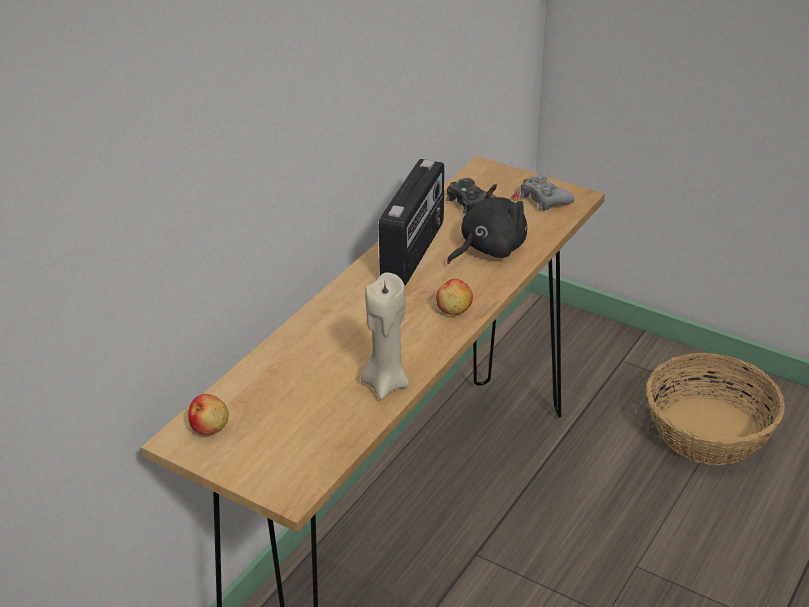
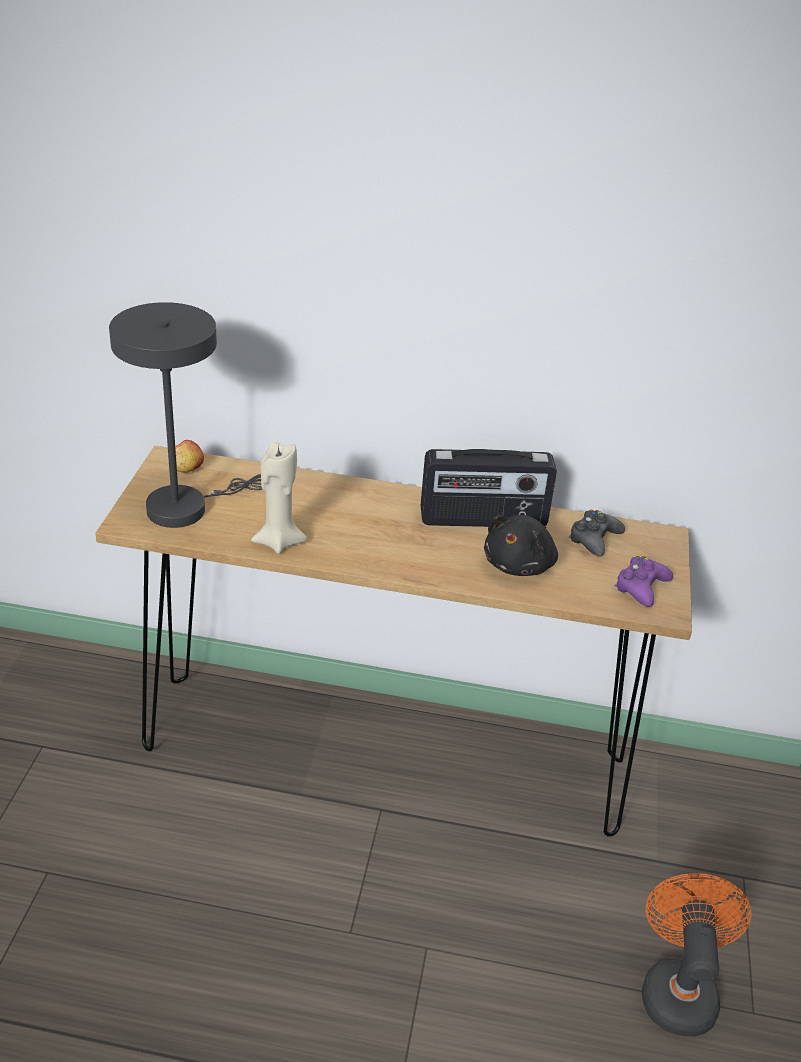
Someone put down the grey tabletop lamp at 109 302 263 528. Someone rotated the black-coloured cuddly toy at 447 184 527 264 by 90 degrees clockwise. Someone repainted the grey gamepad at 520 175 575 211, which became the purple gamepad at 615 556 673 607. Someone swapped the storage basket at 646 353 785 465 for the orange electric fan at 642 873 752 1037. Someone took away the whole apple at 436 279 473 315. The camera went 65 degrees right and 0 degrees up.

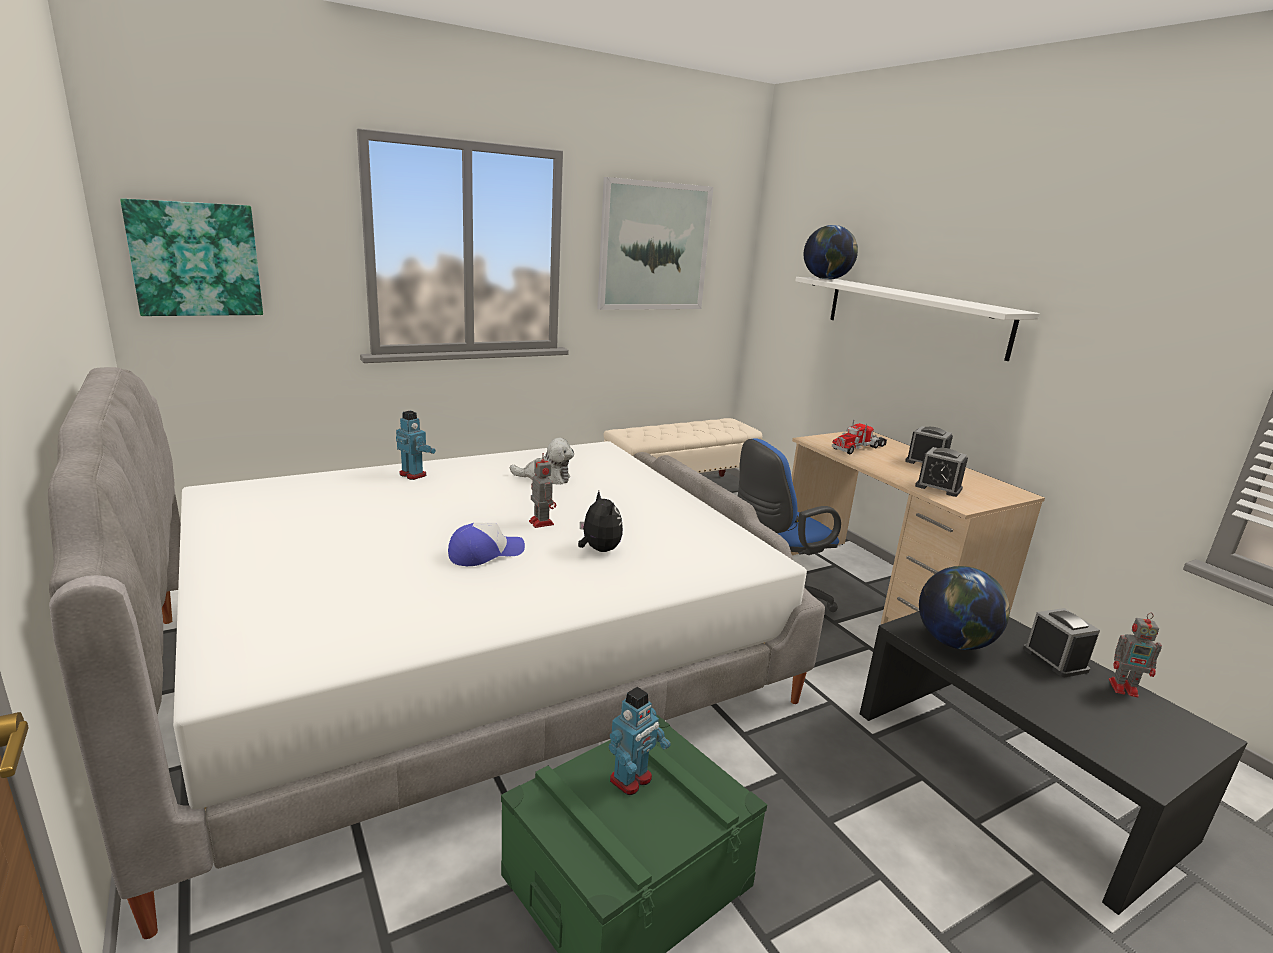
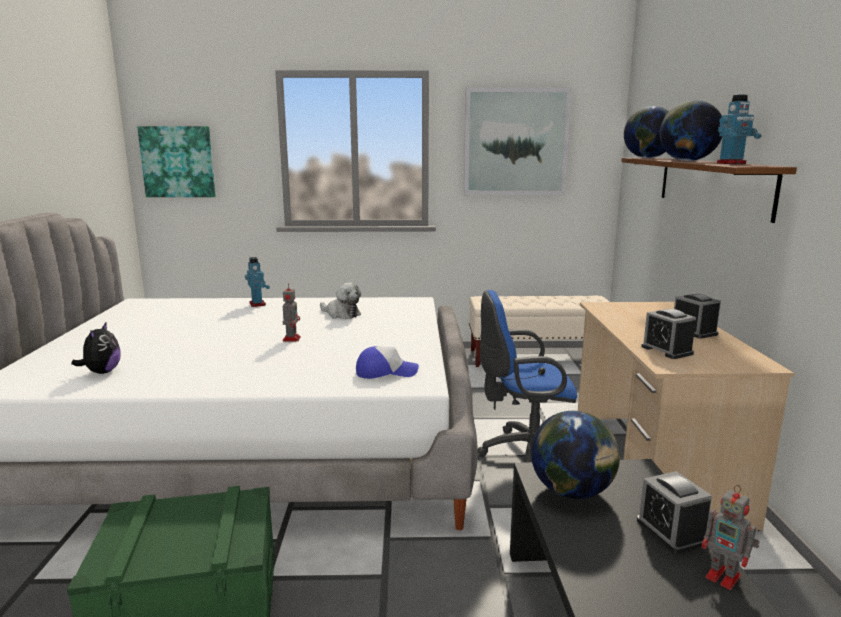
Someone carried the cuddly toy from 578 491 623 552 to 71 321 121 374. Someone carried the peaked cap from 448 523 525 566 to 356 346 419 379. Someone repainted the whitish shelf at 795 277 1040 361, which became the brown-coloured shelf at 621 158 797 223. Someone rotated the table clock at 1023 608 1100 677 by 150 degrees clockwise. Someone put down the desk globe at 660 100 723 161. Someone carried the model robot from 609 687 671 795 to 717 95 761 164. Someone took away the toy lorry at 832 420 887 454. The camera went 30 degrees right and 5 degrees down.

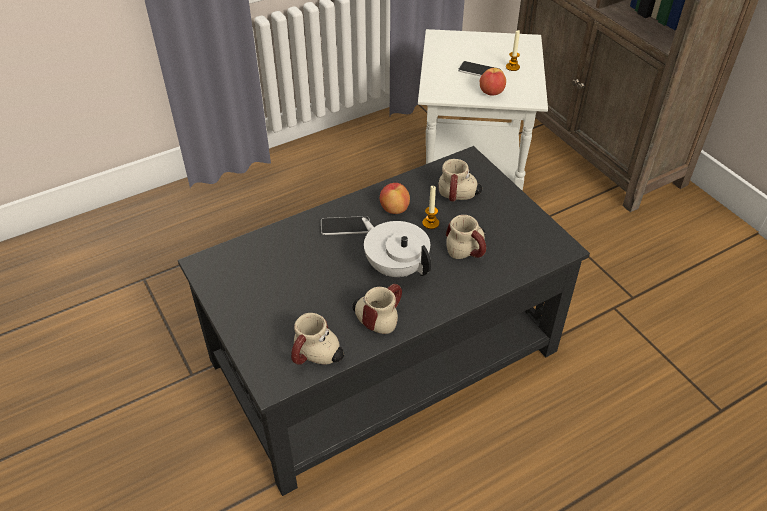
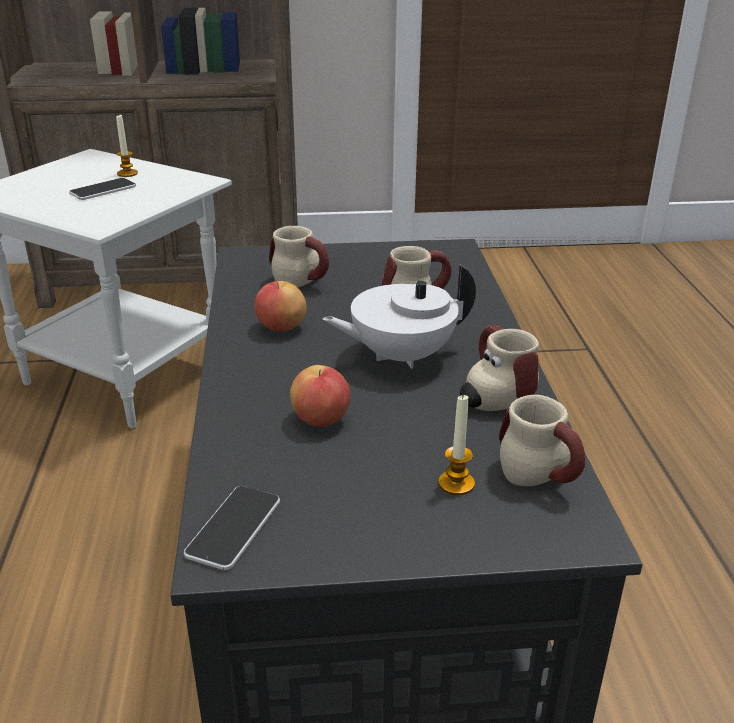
Someone carried the telephone from 321 216 370 235 to 184 486 280 570. Someone carried the whole apple from 480 68 506 96 to 290 365 350 427. Someone carried the wax candle from 422 186 439 229 to 438 394 475 495. The camera went 65 degrees left and 15 degrees down.

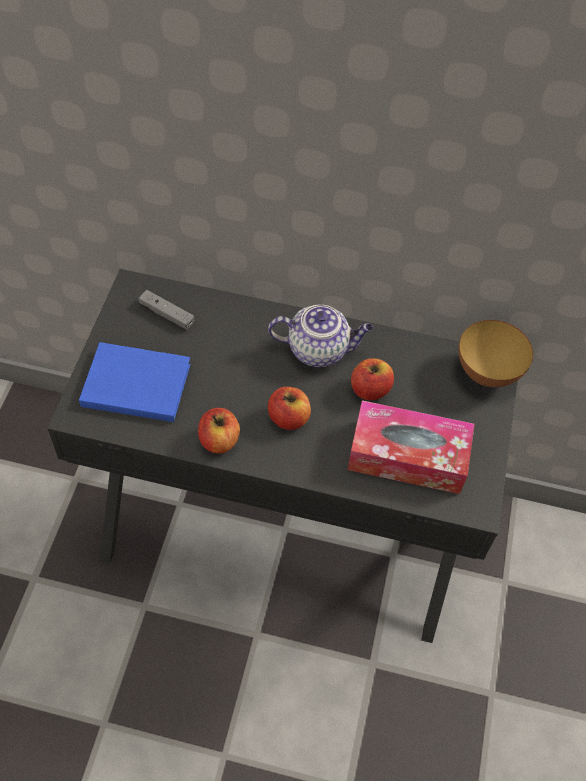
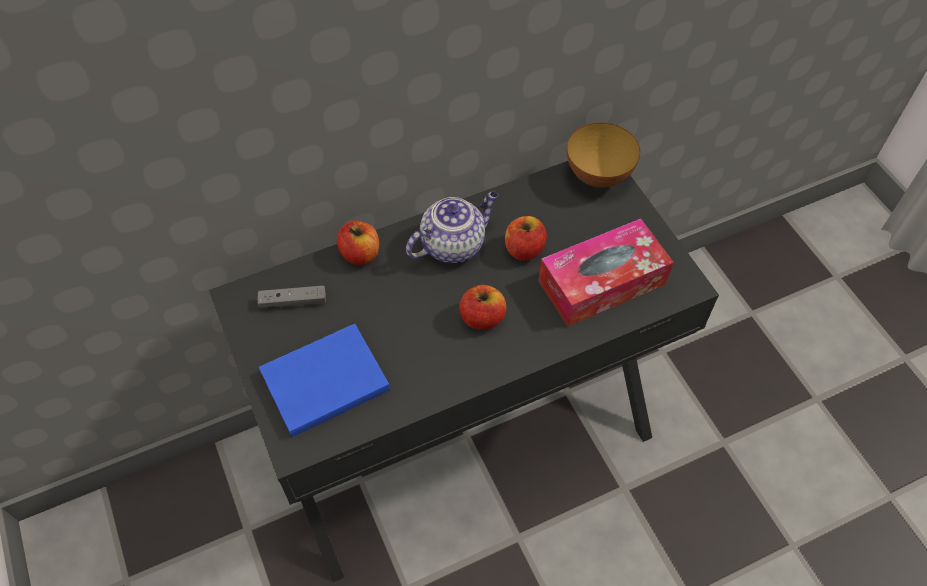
Someone carried the whole apple from 198 408 240 454 to 337 221 379 265. The camera went 35 degrees left and 0 degrees up.

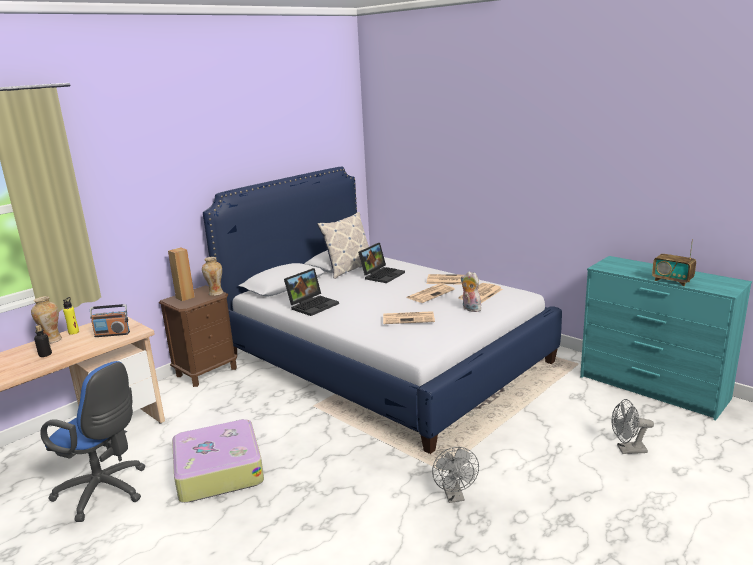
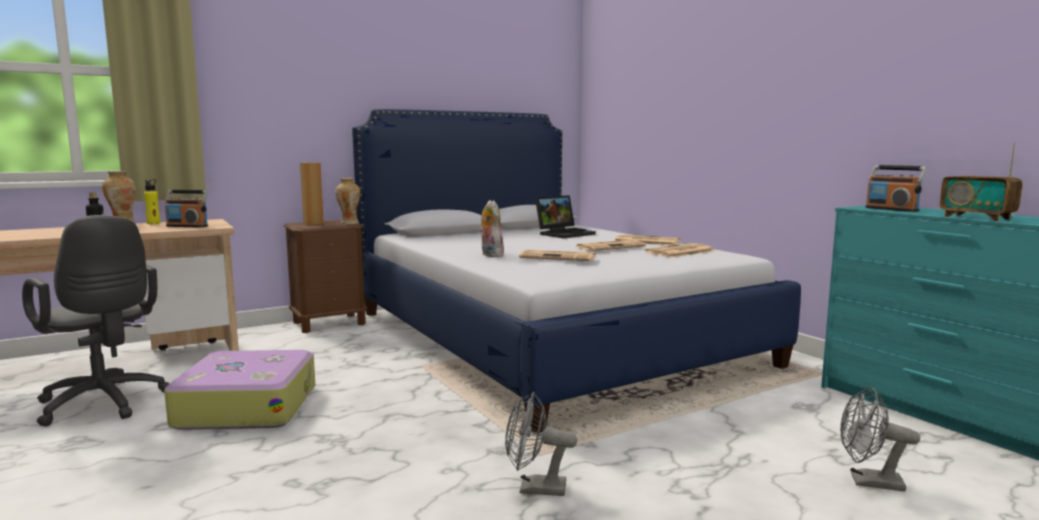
Someone repainted the blue computer chair at 40 361 145 522, which became the grey computer chair at 22 215 170 426. Someone carried the cuddly toy from 460 271 484 312 to 479 200 504 257. Someone rotated the grey electric fan at 432 447 479 503 by 90 degrees clockwise. Someone put down the radio at 865 165 927 212. Someone took away the laptop at 284 268 339 316. Someone took away the throw pillow at 317 212 369 279. The camera went 15 degrees right and 10 degrees down.

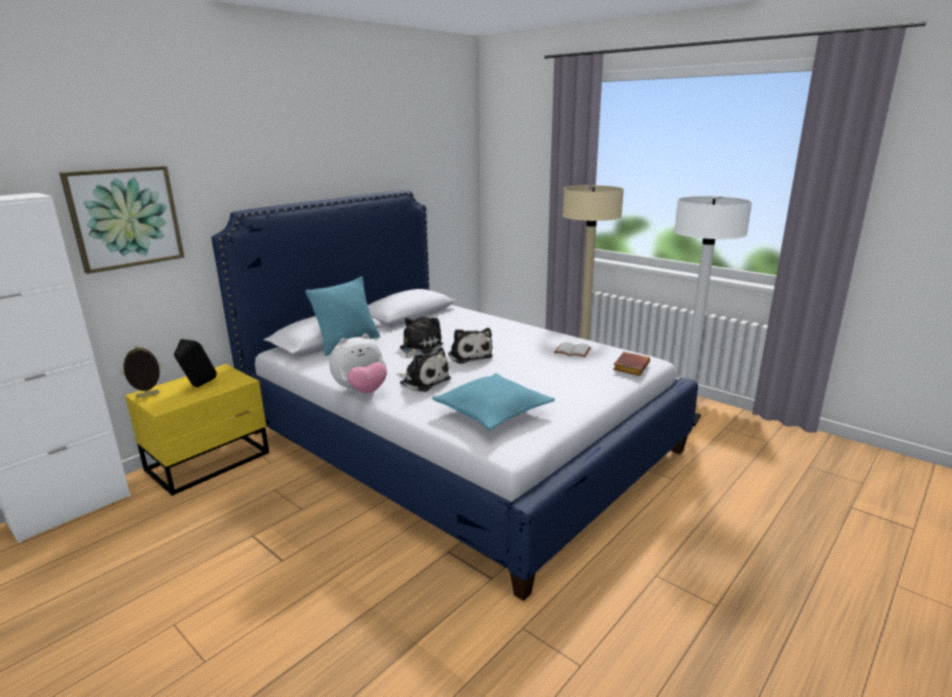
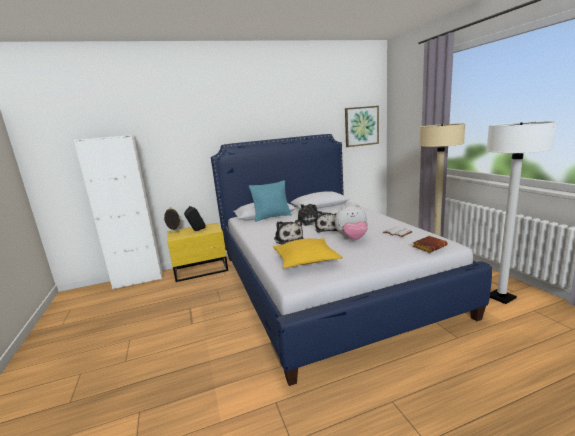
Someone repainted the turquoise throw pillow at 432 373 555 430, which became the yellow-coloured throw pillow at 273 238 343 268. Someone carried the cuddly toy from 329 334 387 394 to 335 204 368 240. Someone carried the wall picture from 59 166 184 274 to 345 106 379 147. The camera went 30 degrees right and 5 degrees down.

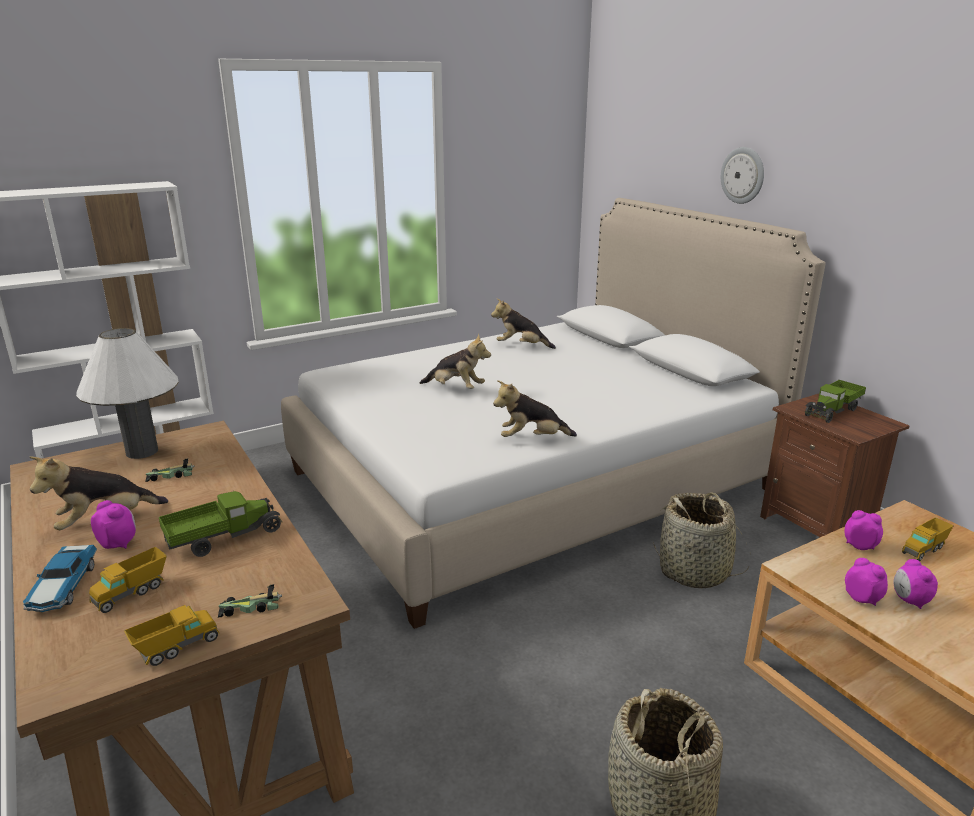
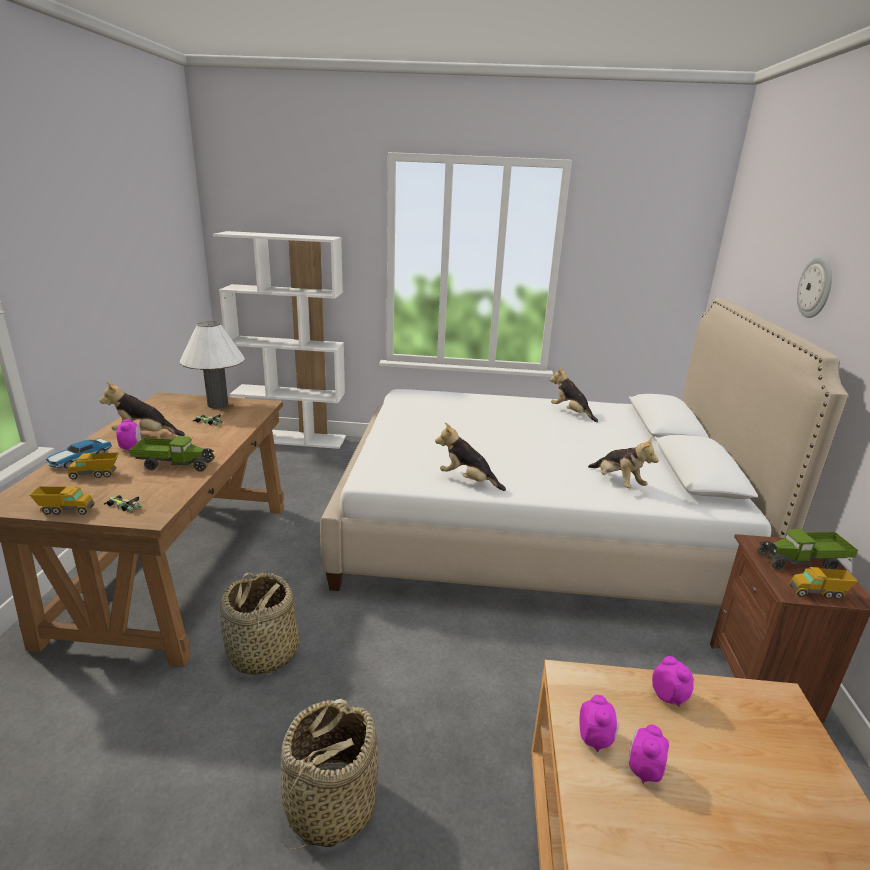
Someone carried the storage basket from 653 492 750 588 to 220 572 299 675. Someone carried the cuddly toy from 420 334 491 389 to 588 437 659 488. Someone carried the toy lorry from 902 517 954 561 to 789 567 858 599. The camera went 35 degrees right and 0 degrees up.

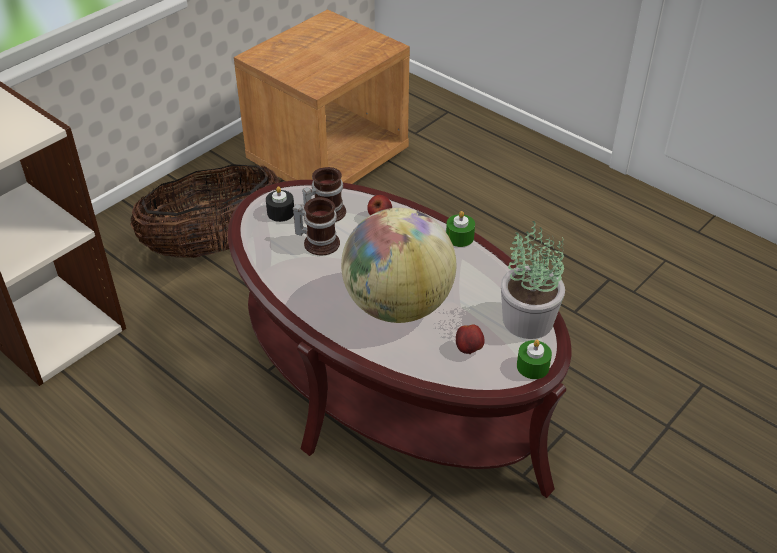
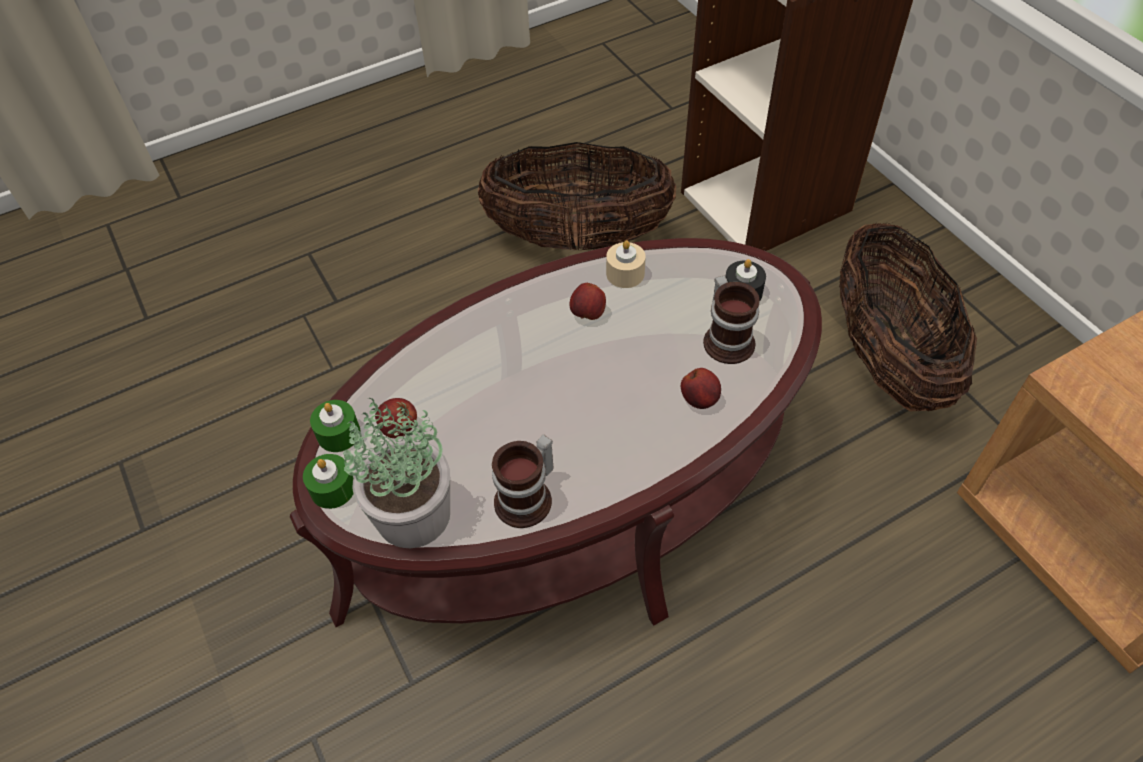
Someone carried the green wax candle from 446 211 475 247 to 310 400 360 452. Someone put down the storage basket at 478 142 676 251. Someone carried the coffee mug from 293 197 340 256 to 492 434 554 528. Someone put down the whole apple at 570 283 606 320. Someone put down the beige wax candle at 606 240 646 288. Someone took away the desk globe at 341 208 456 323. The camera went 110 degrees right and 10 degrees up.

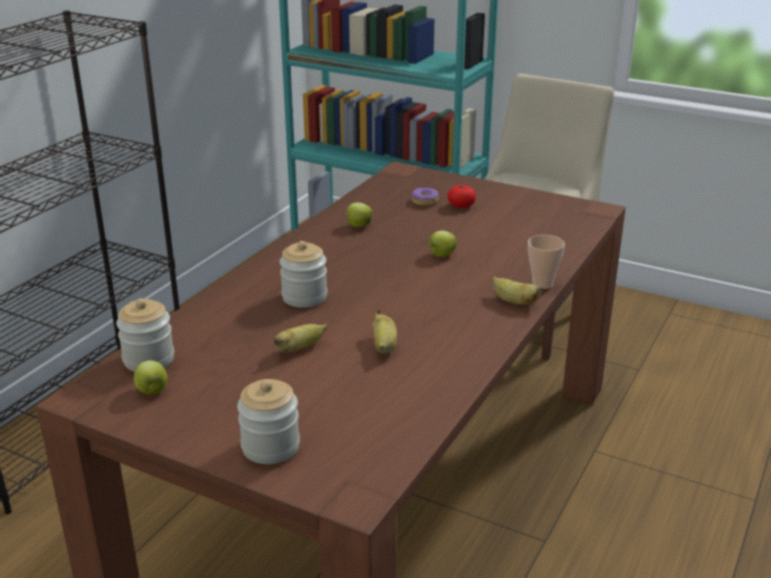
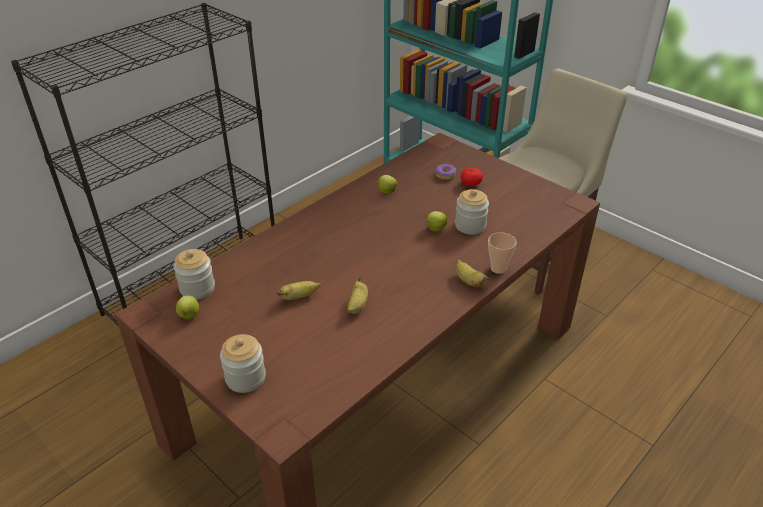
Someone carried the jar from 280 241 327 308 to 455 189 489 235. The camera went 15 degrees right and 10 degrees up.

